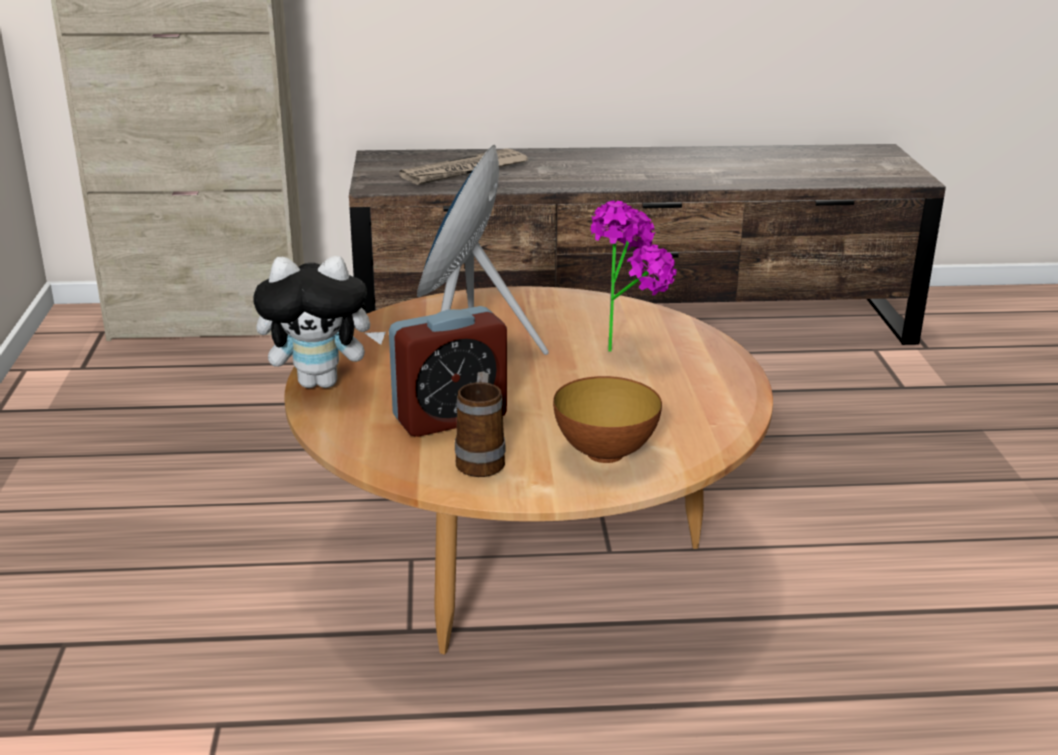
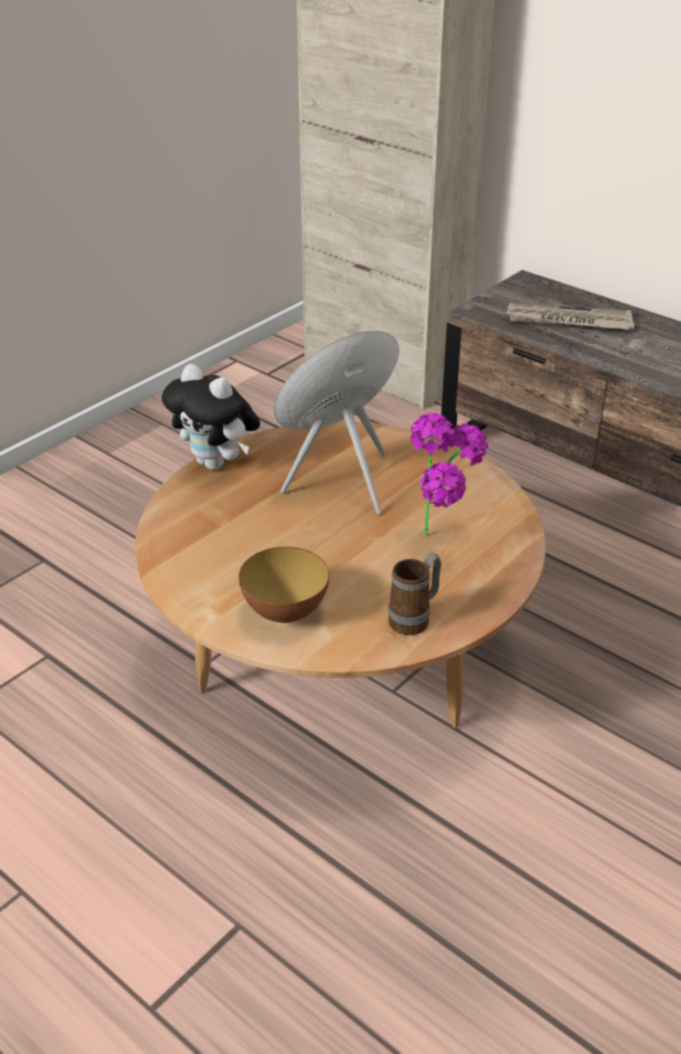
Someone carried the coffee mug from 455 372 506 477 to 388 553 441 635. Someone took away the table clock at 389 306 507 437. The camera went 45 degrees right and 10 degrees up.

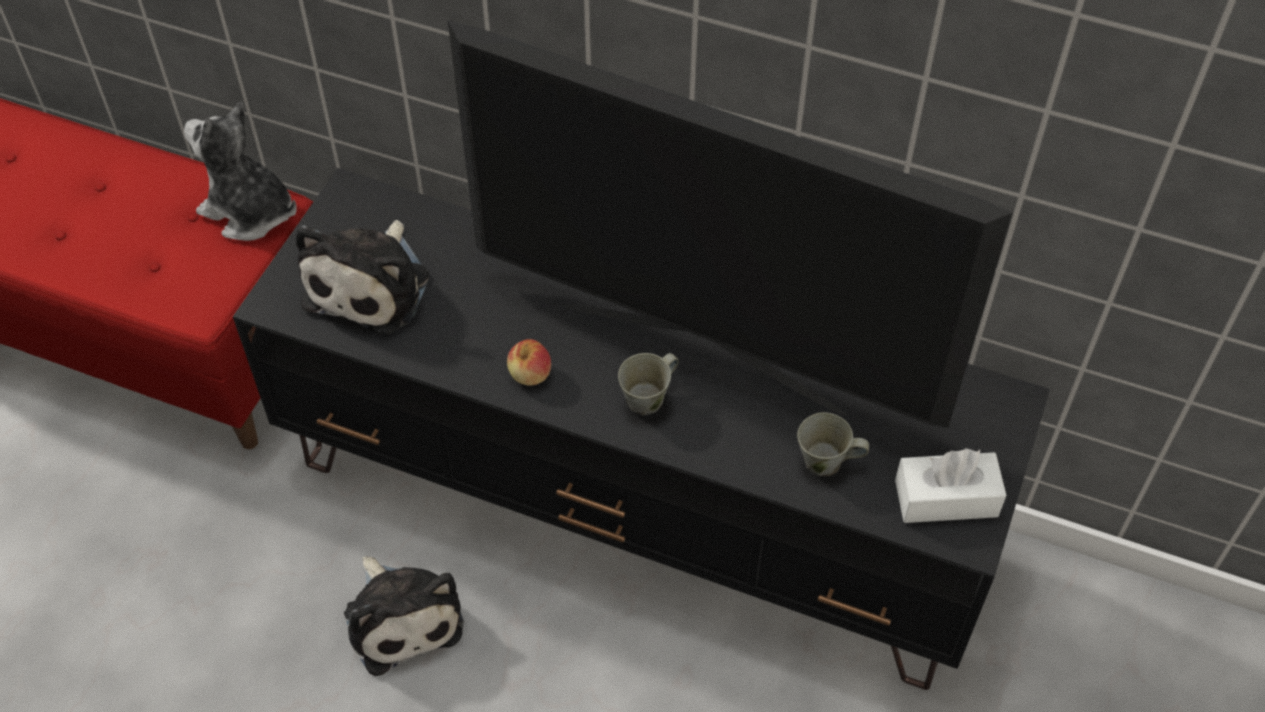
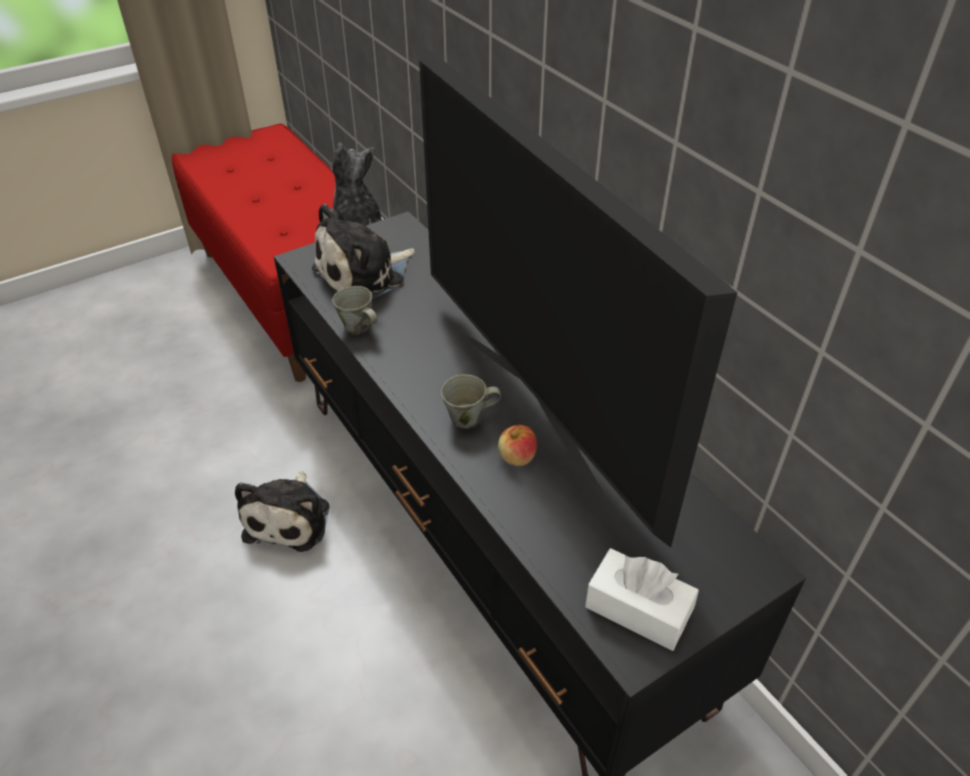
Someone carried the grey coffee mug from 797 412 869 476 to 332 286 377 335. Someone carried the whole apple from 507 339 551 386 to 498 425 537 466. The camera went 35 degrees right and 10 degrees down.

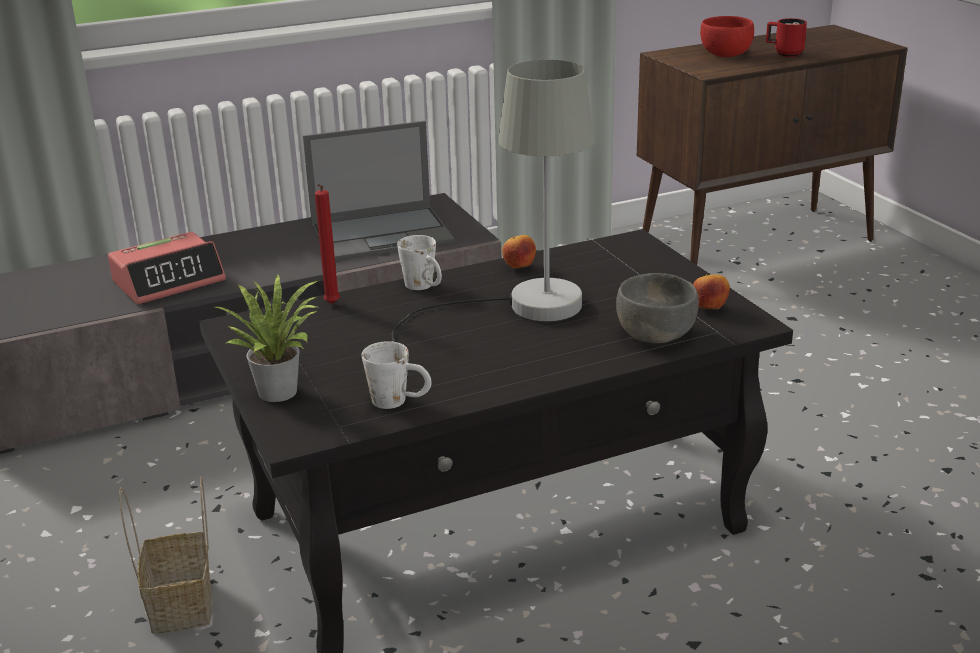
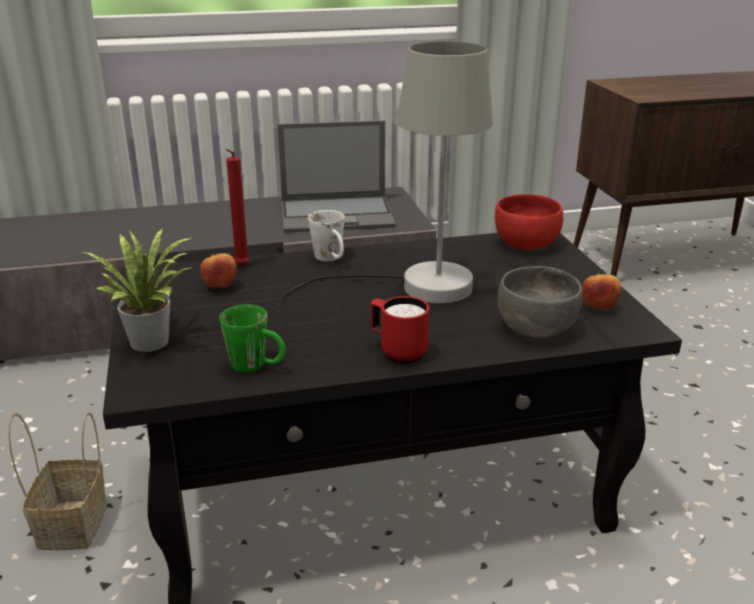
Someone carried the whole apple from 502 235 536 268 to 200 253 237 287. Someone repainted the whitish coffee mug at 362 341 432 409, which became the green coffee mug at 219 305 286 372. Someone carried the red coffee mug from 766 18 807 57 to 370 296 429 364. Someone carried the red deep dish from 700 16 754 57 to 495 194 563 250. Someone took away the table clock at 108 232 226 305. The camera went 10 degrees right and 0 degrees up.

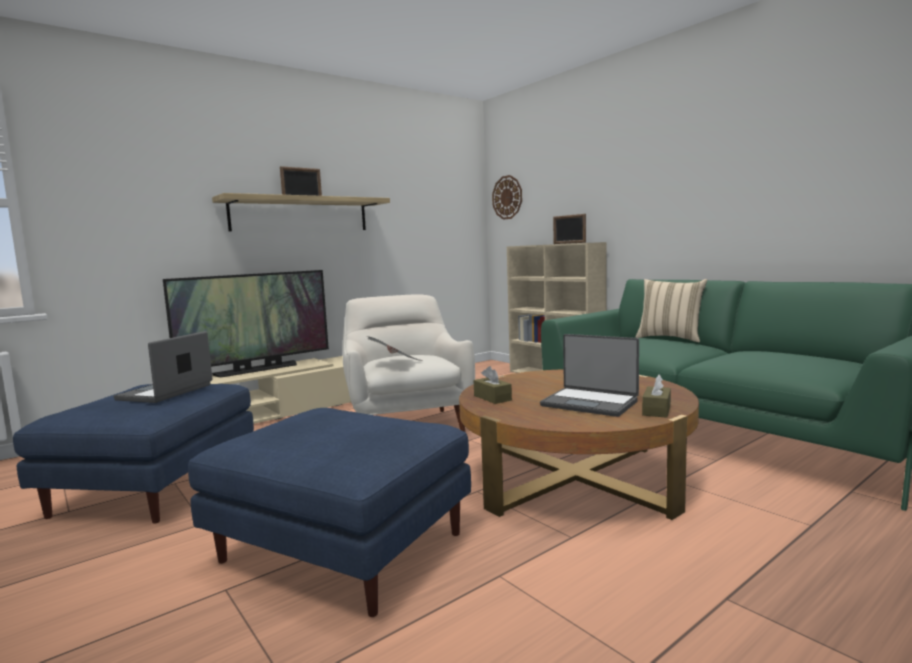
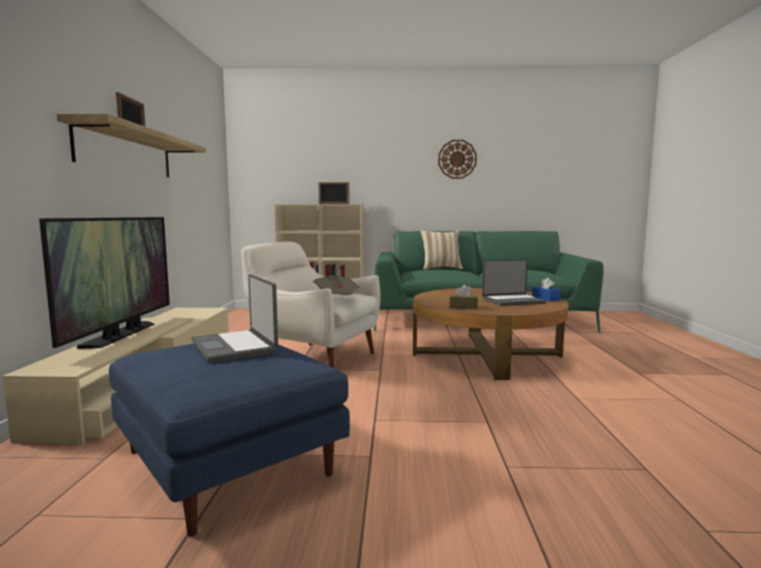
Someone carried the hanging clock from 492 175 522 220 to 438 140 477 179. Someone repainted the brown-coloured tissue box at 642 374 671 418, which became the blue tissue box at 532 278 560 301. Someone took away the blue ottoman at 188 408 471 617. The camera went 50 degrees left and 0 degrees up.

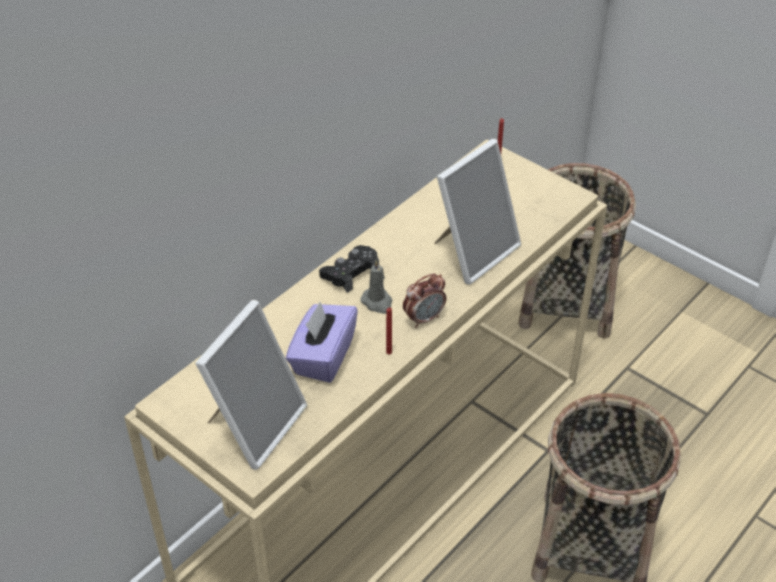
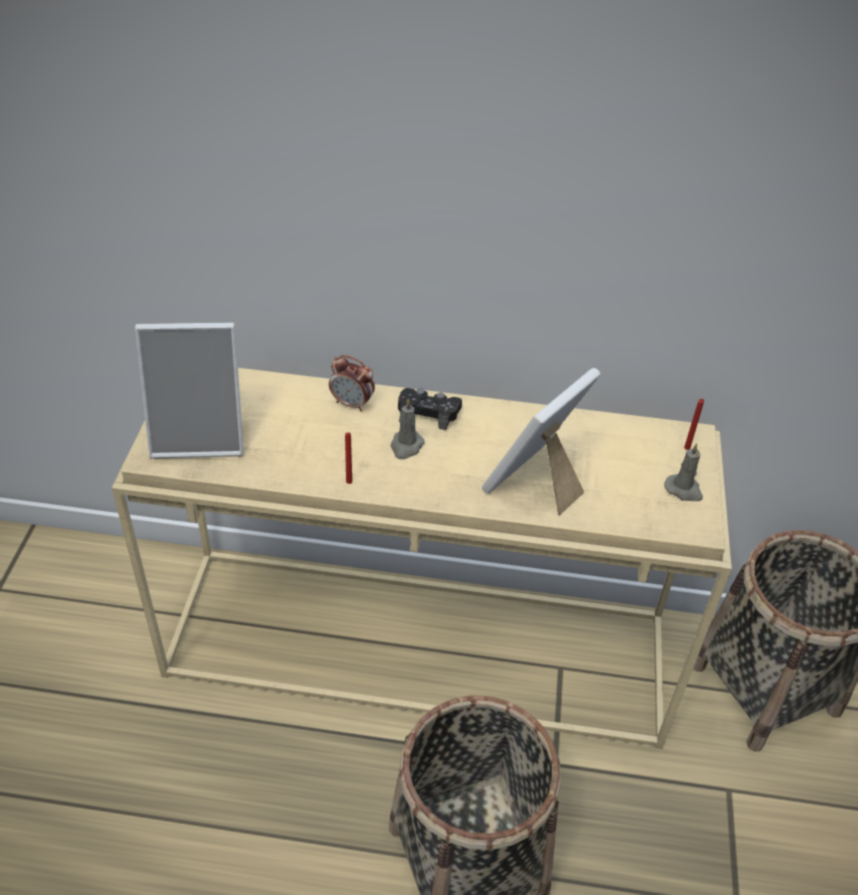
Someone carried the table clock from 403 273 446 328 to 329 355 375 412. Someone rotated the standing frame at 435 139 521 285 by 120 degrees clockwise. Someone put down the grey wax candle at 664 443 703 501. Someone took away the purple tissue box at 286 302 358 383. The camera went 55 degrees right and 0 degrees up.

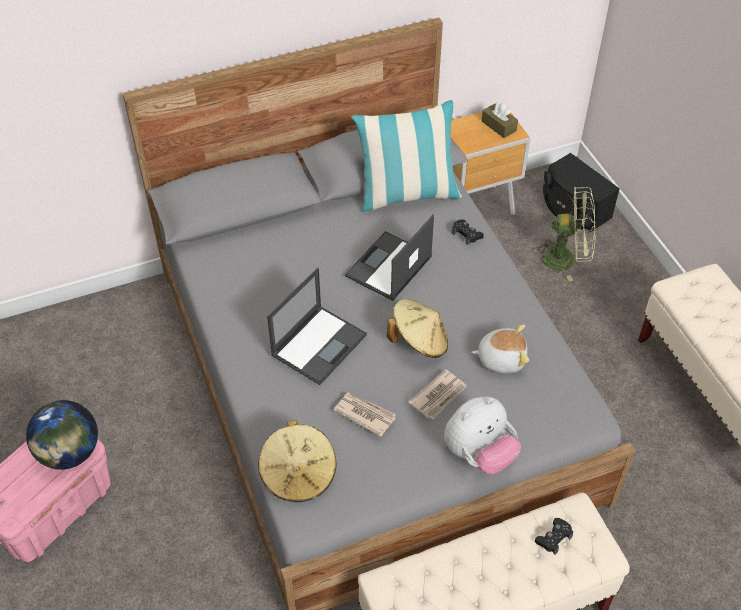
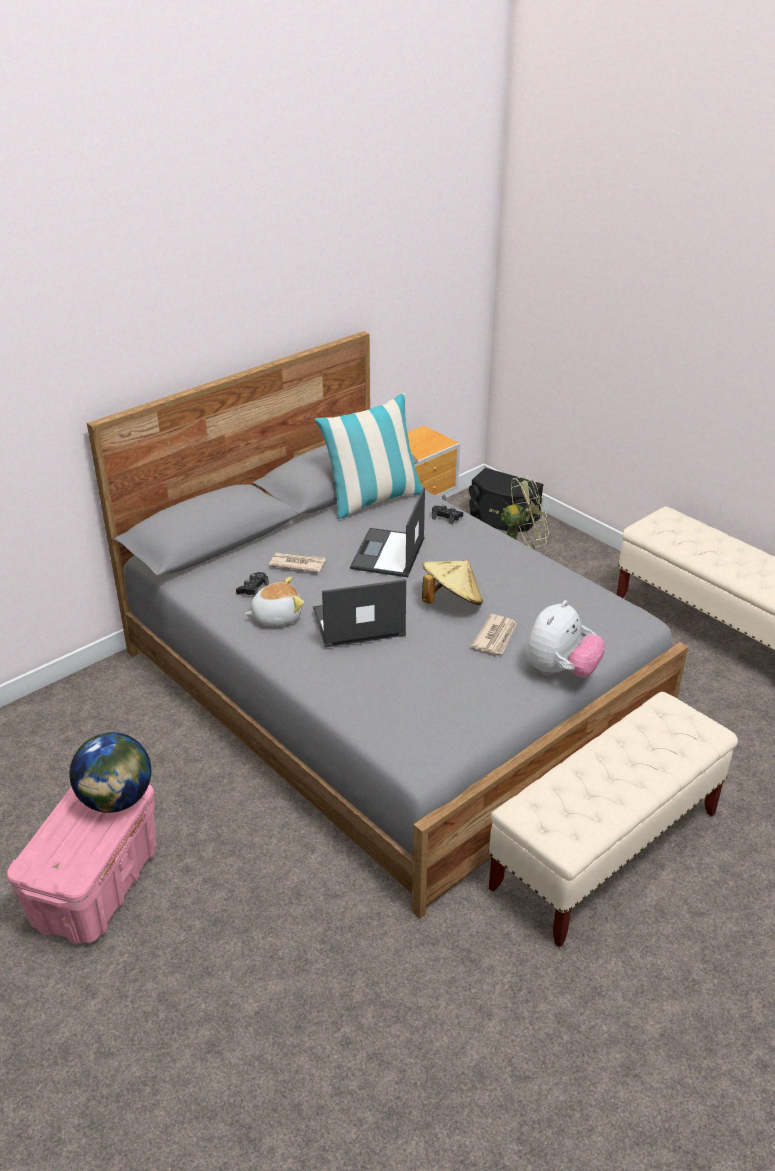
Someone carried the black-coloured gamepad from 535 518 573 555 to 236 572 269 596. Someone carried the cuddly toy from 471 324 529 373 to 245 577 304 626. Someone carried the newspaper from 333 392 396 437 to 269 552 326 573. Someone rotated the laptop at 267 268 367 385 by 120 degrees counterclockwise. Someone took away the beige hat at 258 420 336 502. Someone took away the brown-coloured tissue box at 481 102 518 138. The camera went 20 degrees left and 15 degrees down.

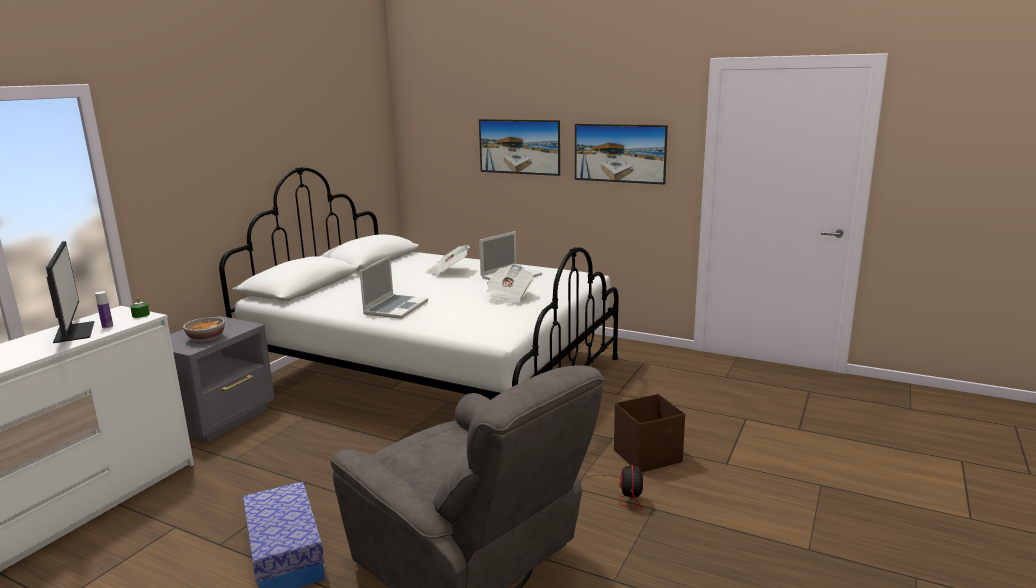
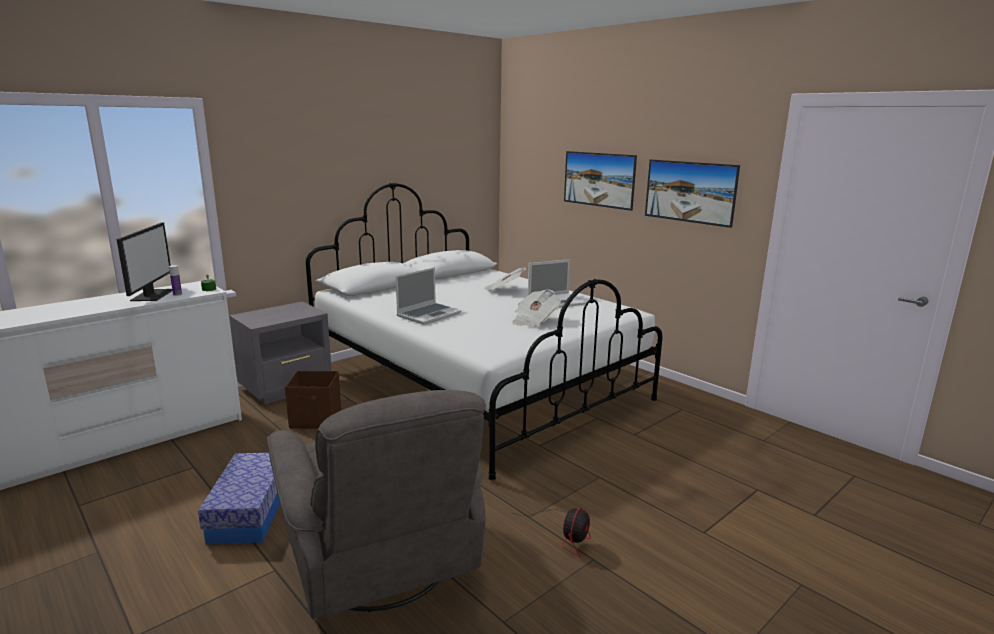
Someone carried the brown-coloured storage container from 614 394 685 472 to 285 371 341 428. Someone took away the deep dish at 183 317 225 342. The camera went 20 degrees right and 0 degrees up.

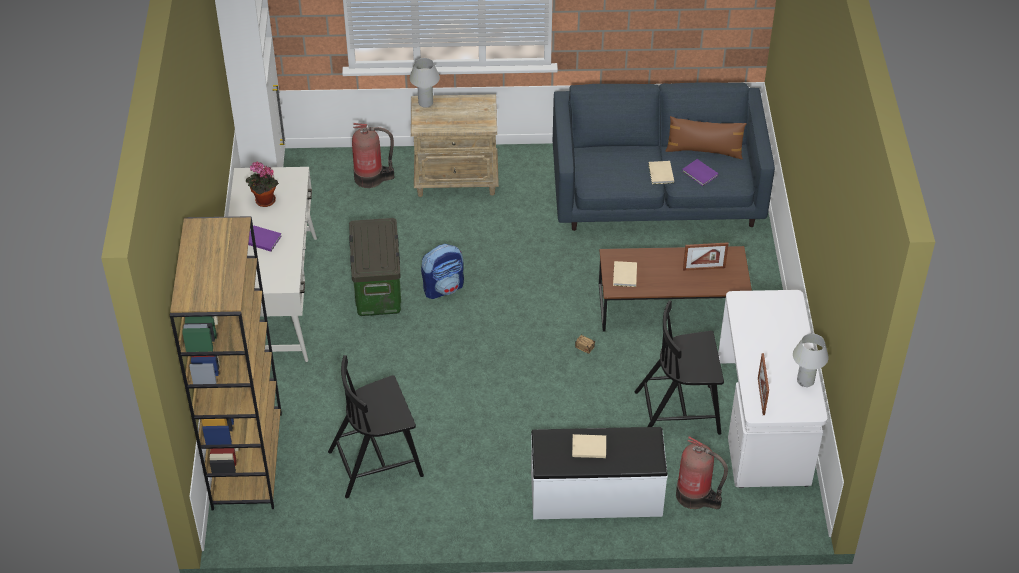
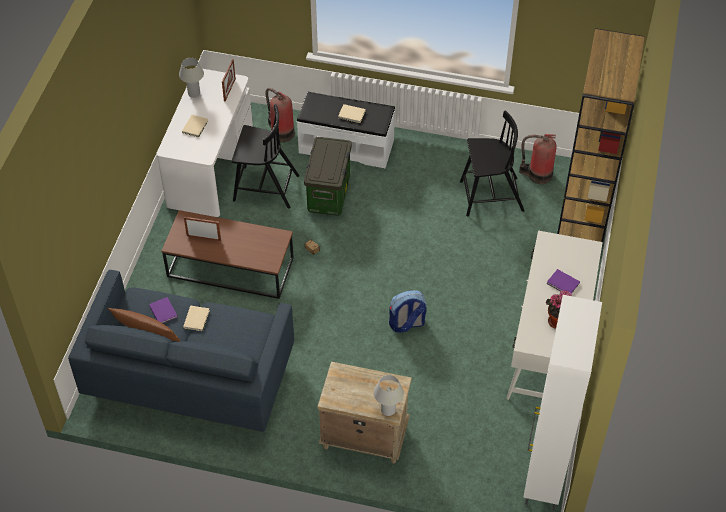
Someone carried the beige bound book from 613 261 637 287 to 182 115 208 137. Someone carried the storage container from 349 218 401 316 to 304 137 352 216. Someone carried the fire-fighting cylinder from 352 123 395 188 to 519 134 556 184. The camera went 165 degrees left and 5 degrees up.

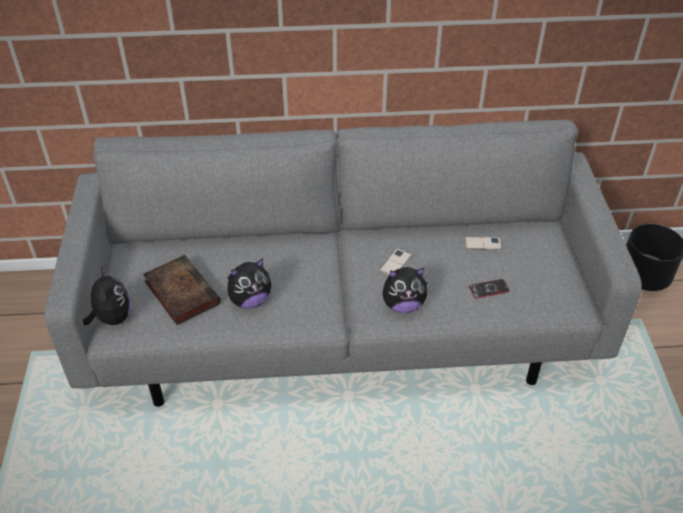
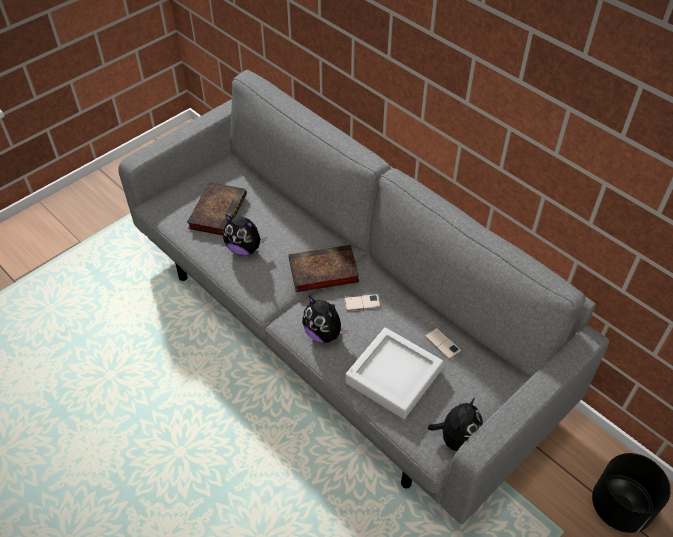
Someone put down the bound book at 289 244 359 292. Someone swapped the telephone at 469 279 510 298 for the grey carrying tray at 345 328 443 419. Someone carried the cuddly toy from 83 268 130 325 to 428 397 483 451. The camera went 50 degrees right and 5 degrees up.

